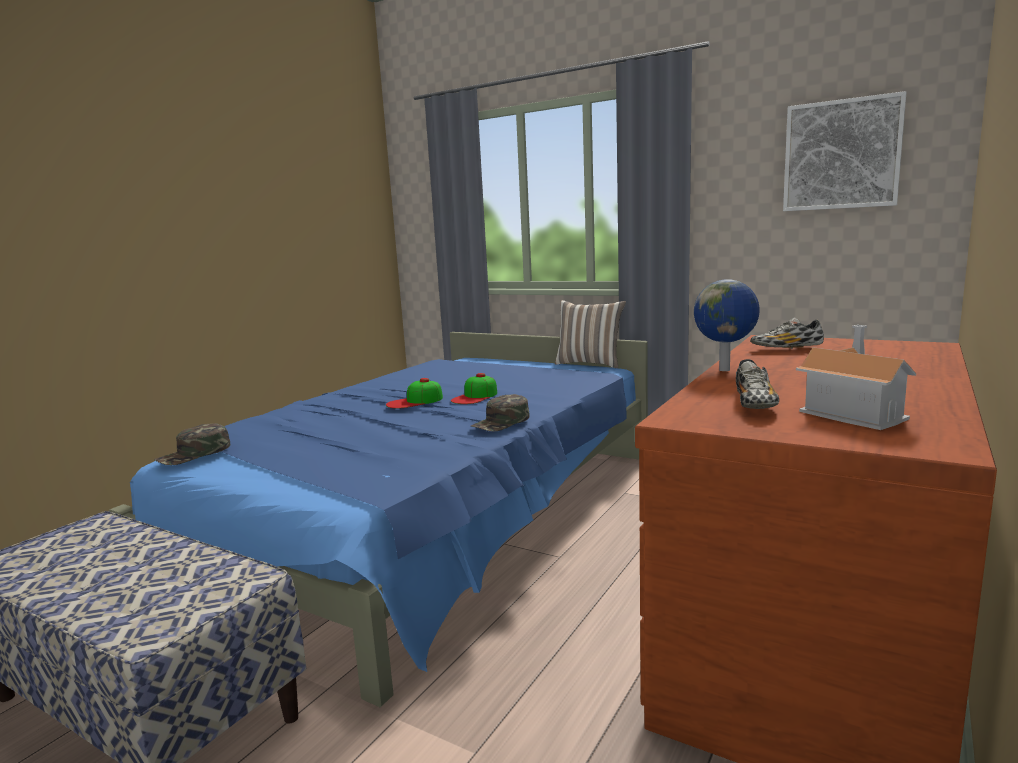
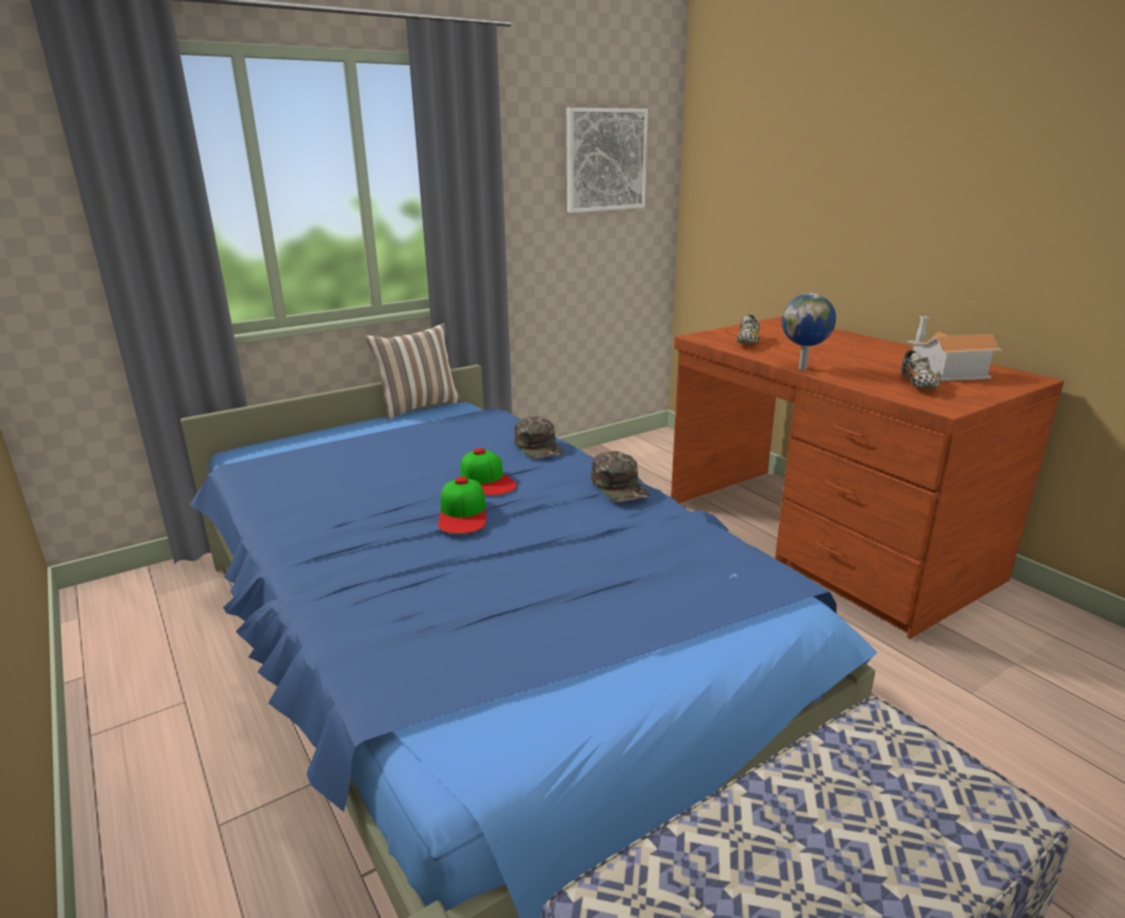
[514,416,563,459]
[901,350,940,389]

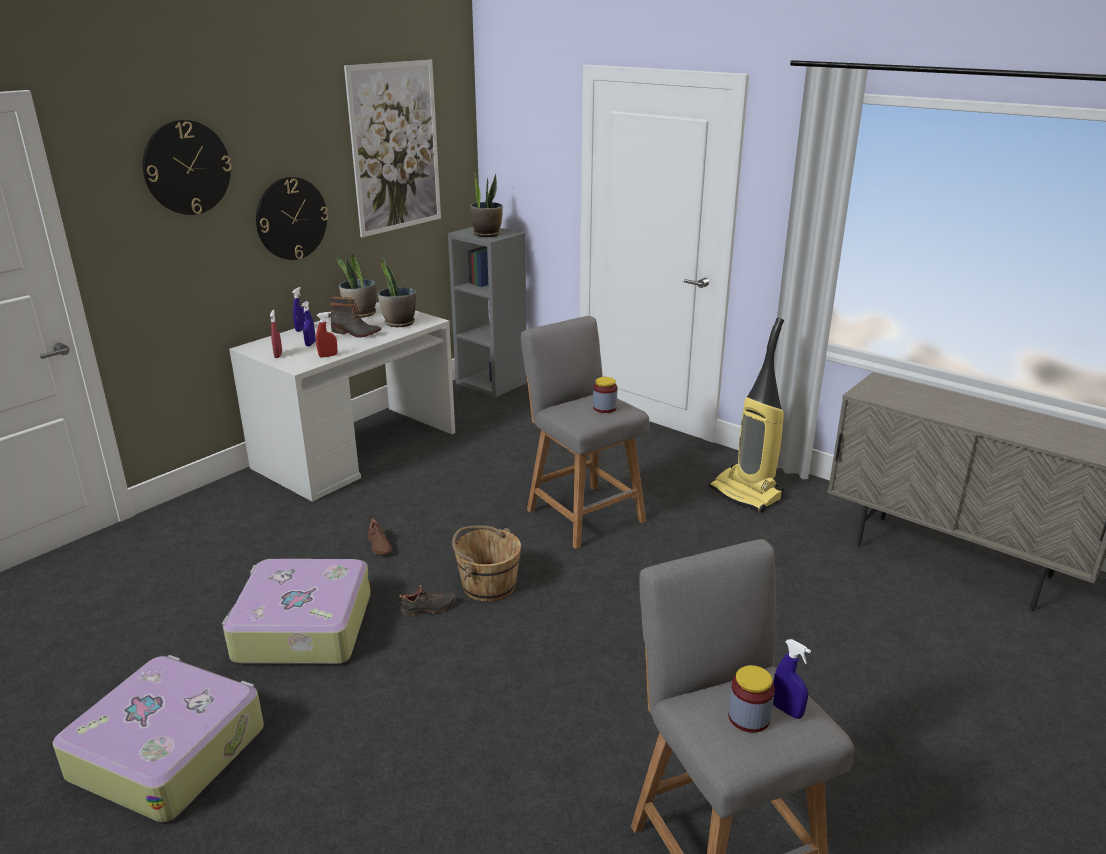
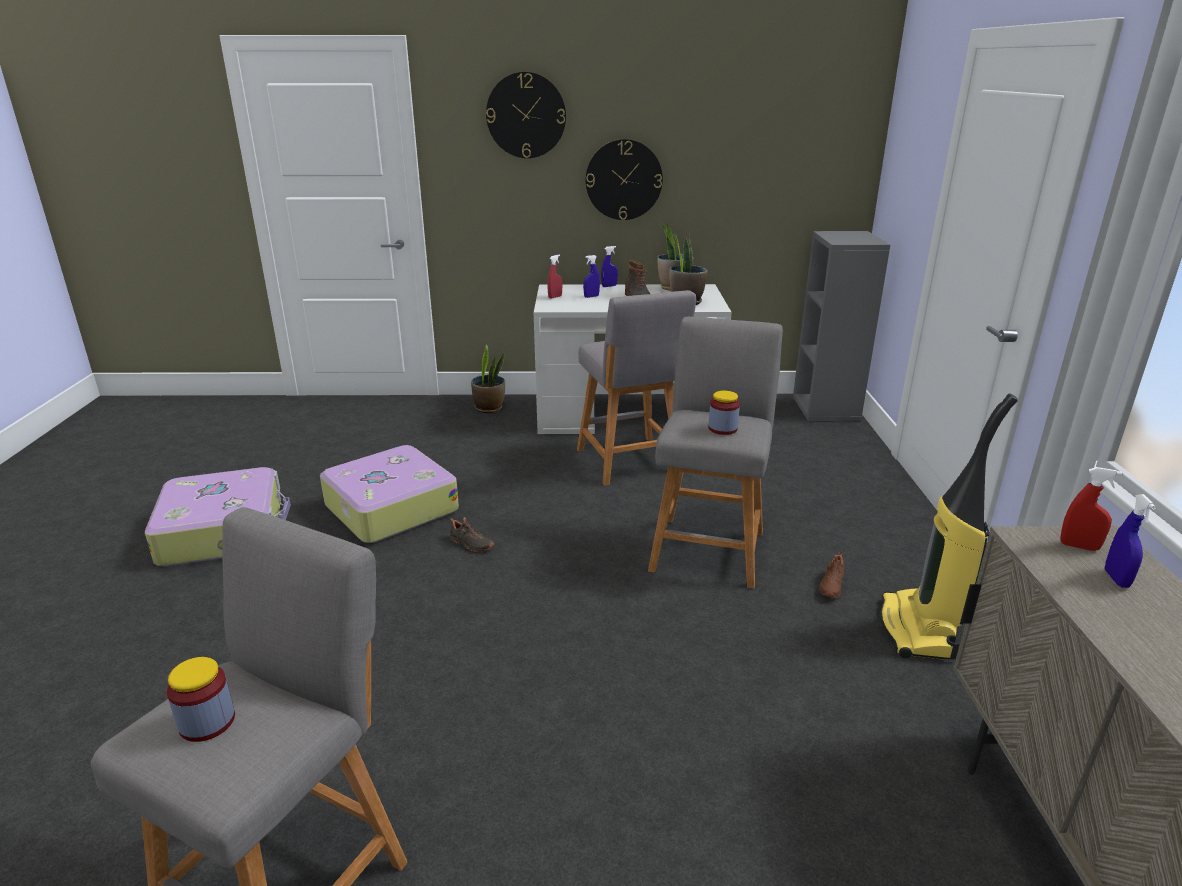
[1060,467,1122,551]
[344,60,441,237] (first image)
[819,552,844,598]
[452,526,521,602] (first image)
[471,344,505,413]
[1105,494,1156,588]
[577,290,696,486]

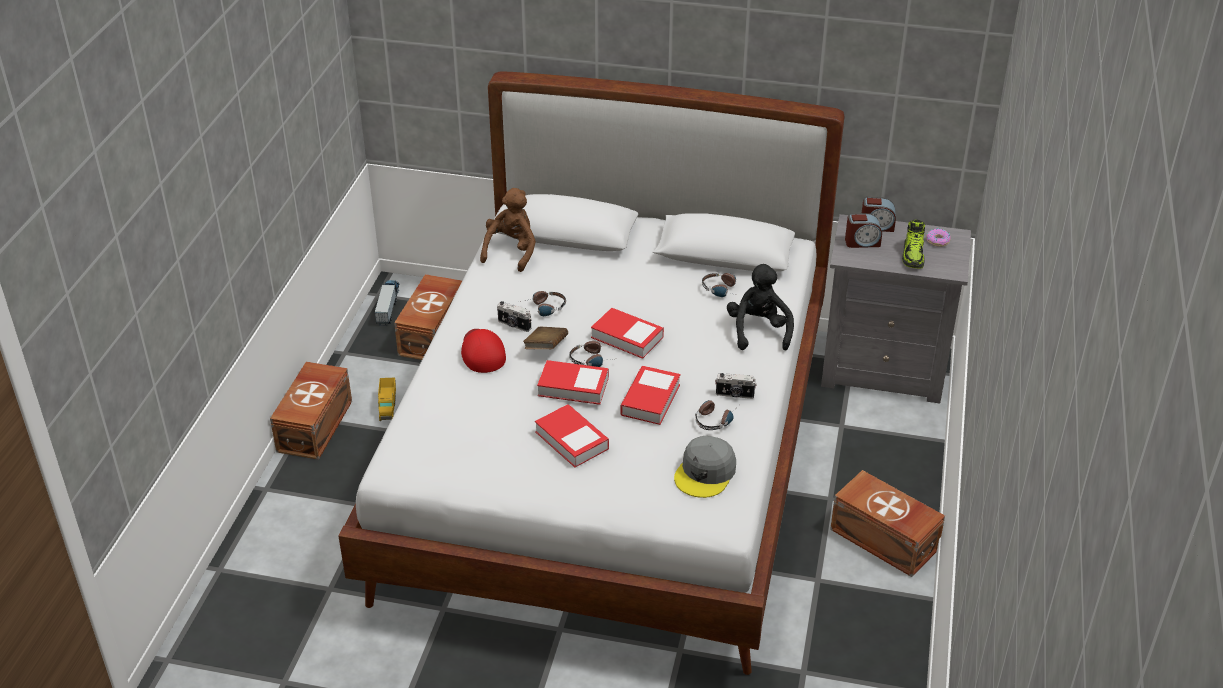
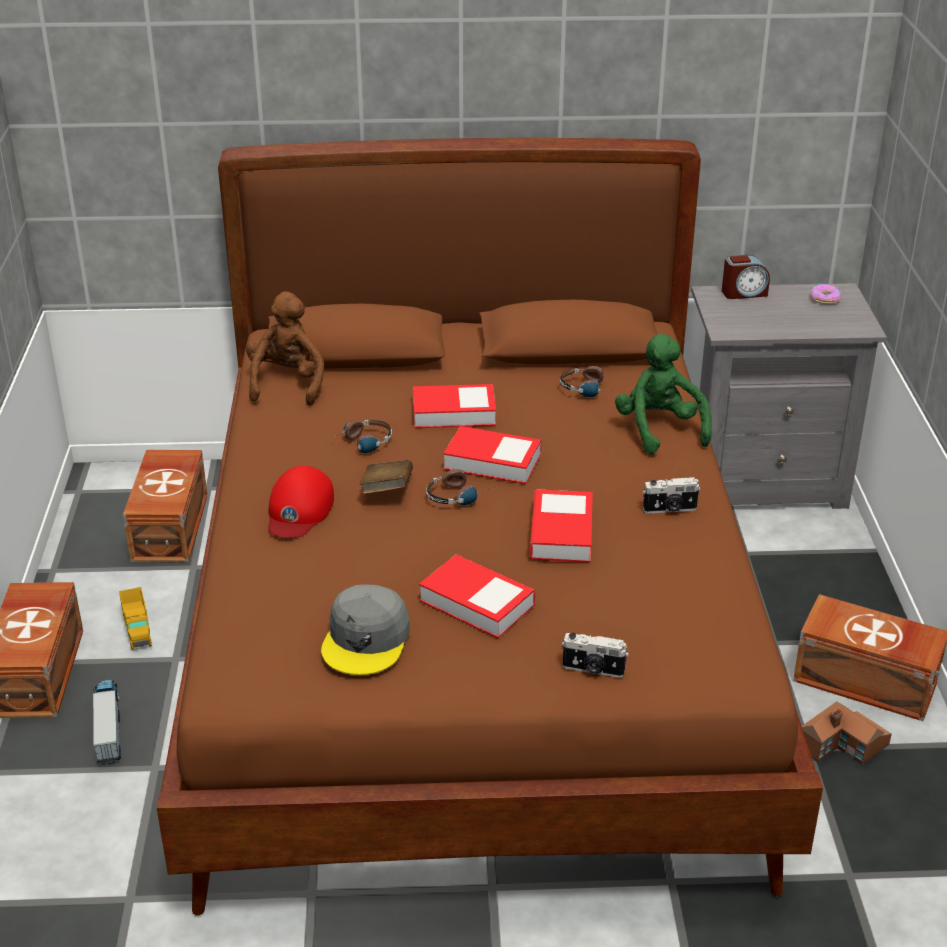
[157,138,823,915]
[93,680,121,765]
[268,466,334,538]
[561,633,629,678]
[413,384,496,428]
[321,584,410,675]
[695,400,734,430] (first image)
[615,334,712,454]
[845,213,882,248] (first image)
[902,219,925,268] (first image)
[802,701,892,765]

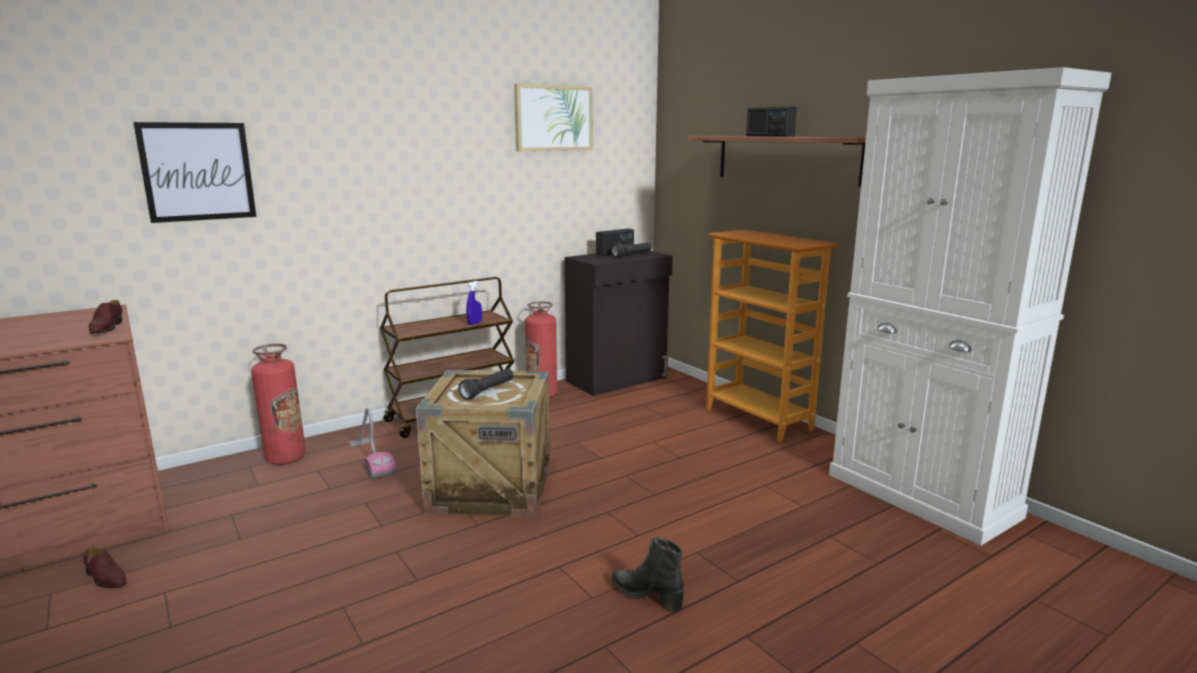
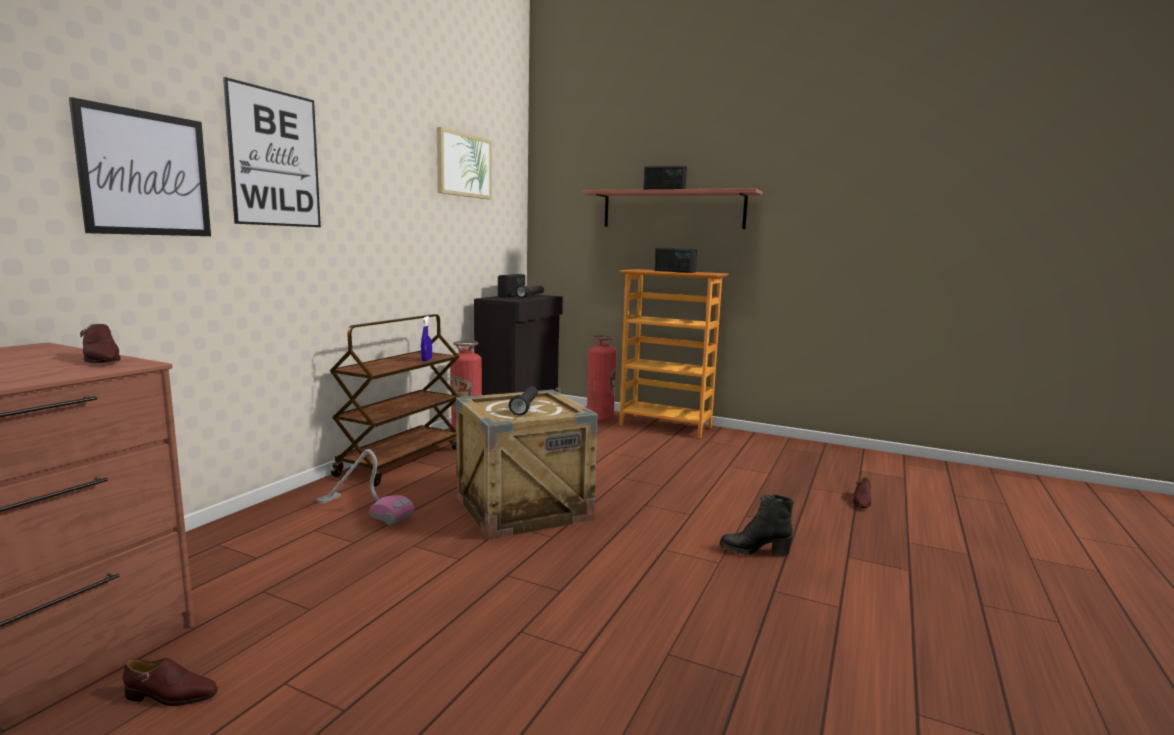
[587,335,616,422]
[829,67,1111,546] (first image)
[223,77,321,227]
[654,248,697,273]
[853,477,871,508]

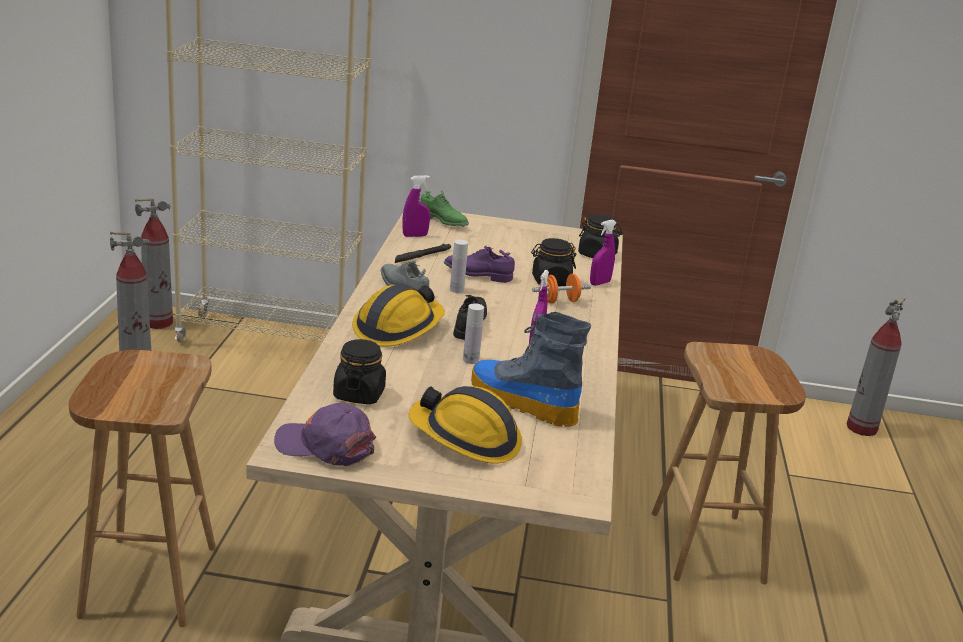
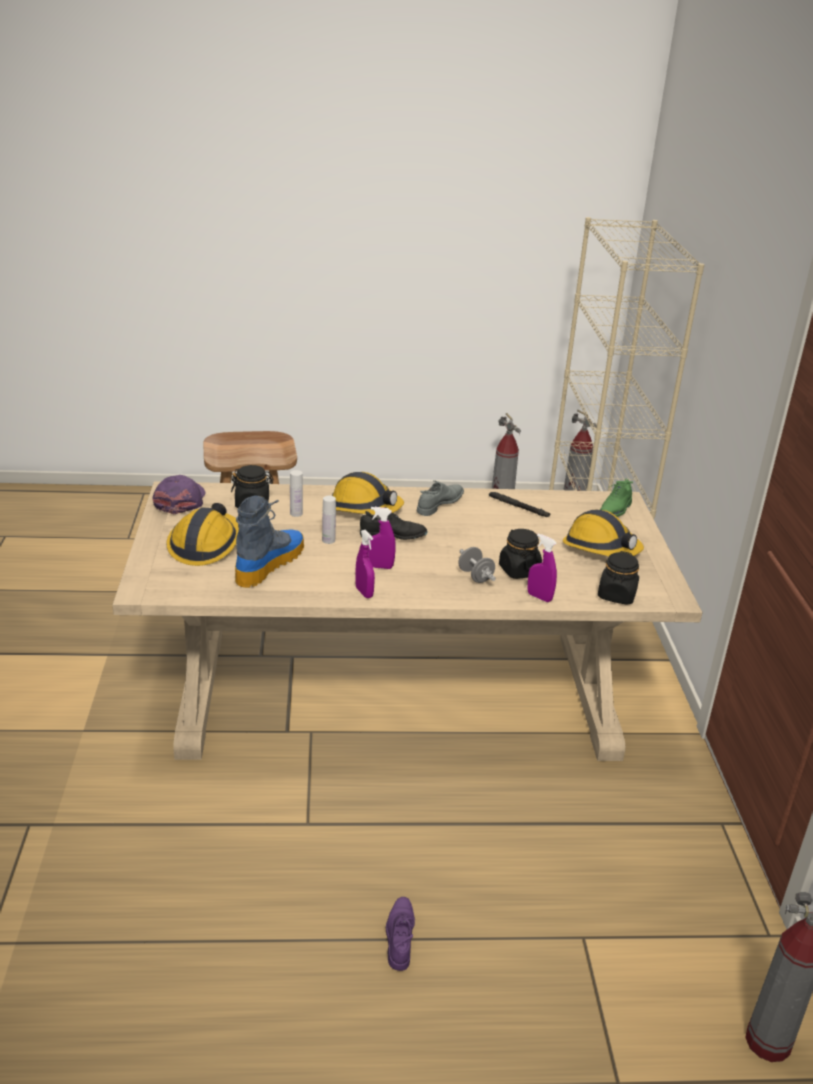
[355,530,375,598]
[386,897,415,971]
[290,470,303,517]
[458,547,496,583]
[651,342,806,584] (first image)
[563,509,644,556]

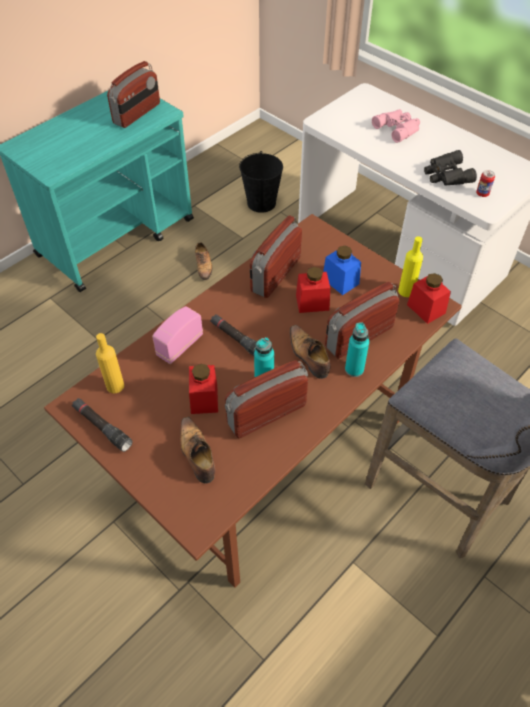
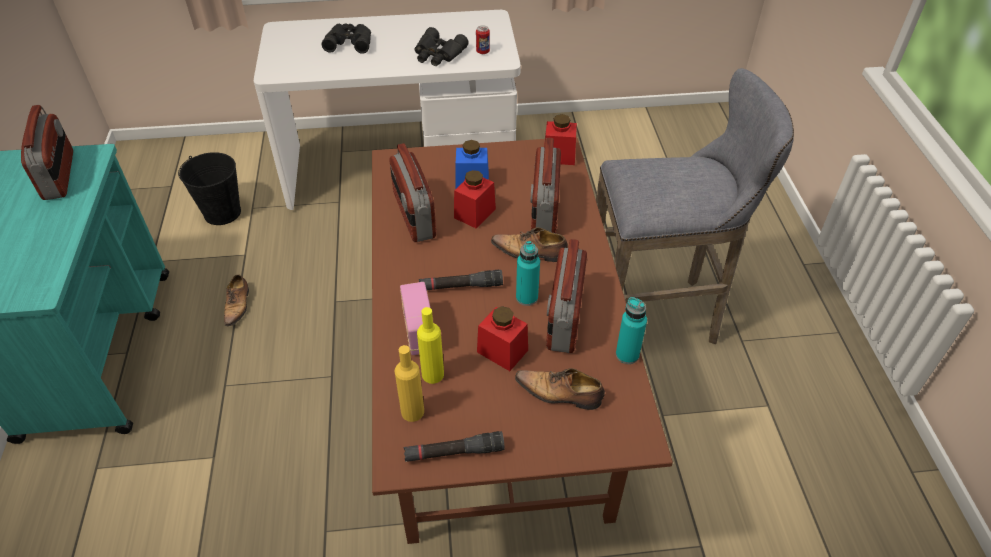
[224,275,249,326]
[616,297,647,364]
[321,24,371,54]
[417,307,444,384]

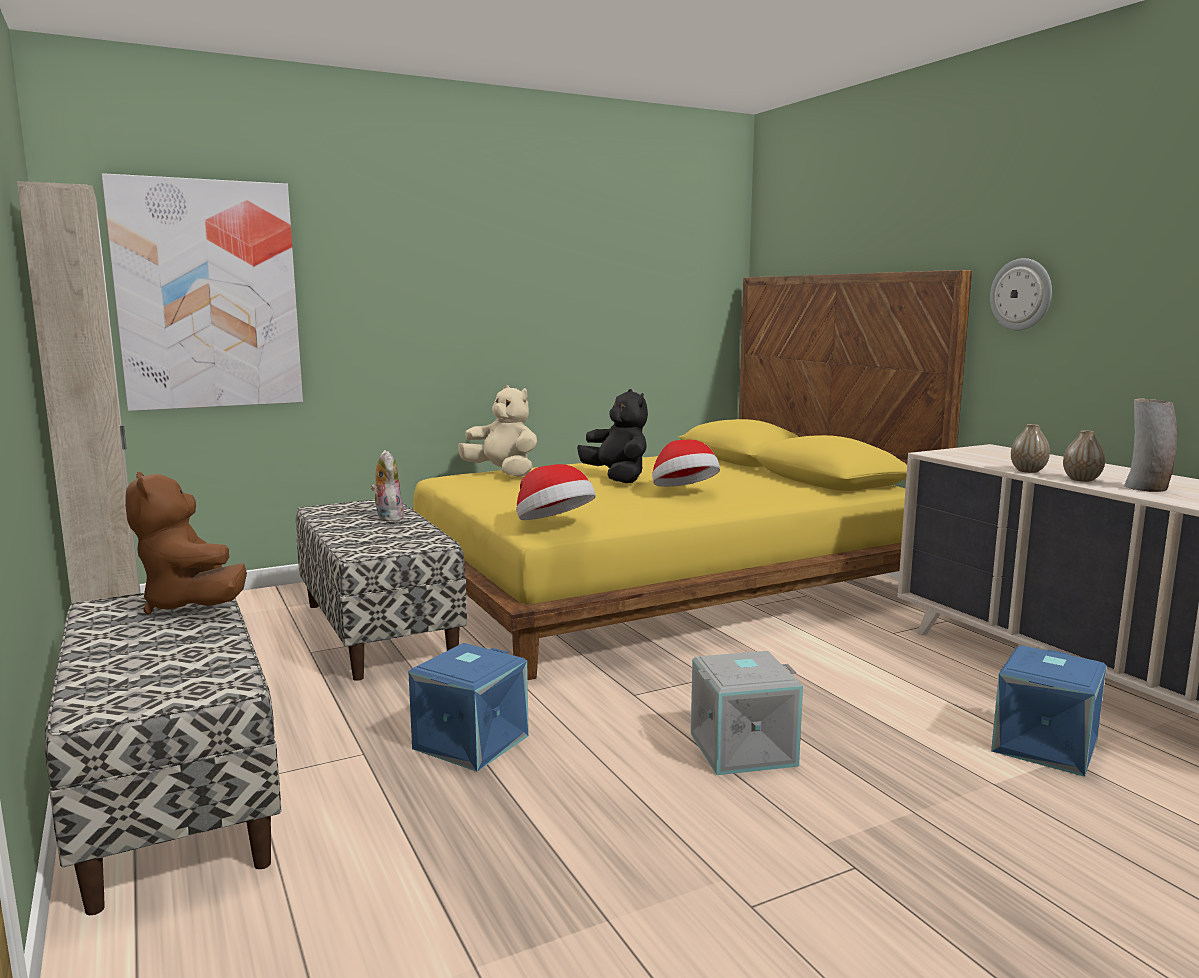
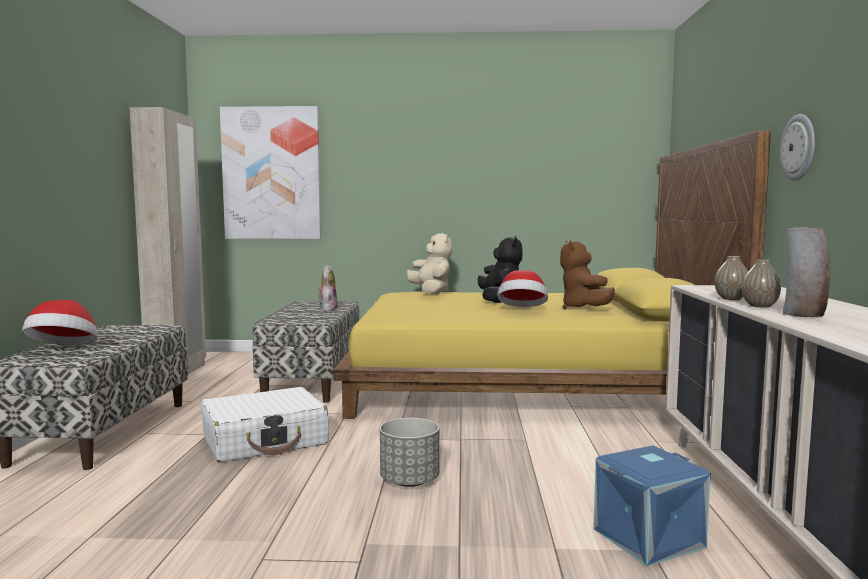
[560,240,615,309]
[201,387,329,462]
[22,300,98,345]
[380,418,439,487]

